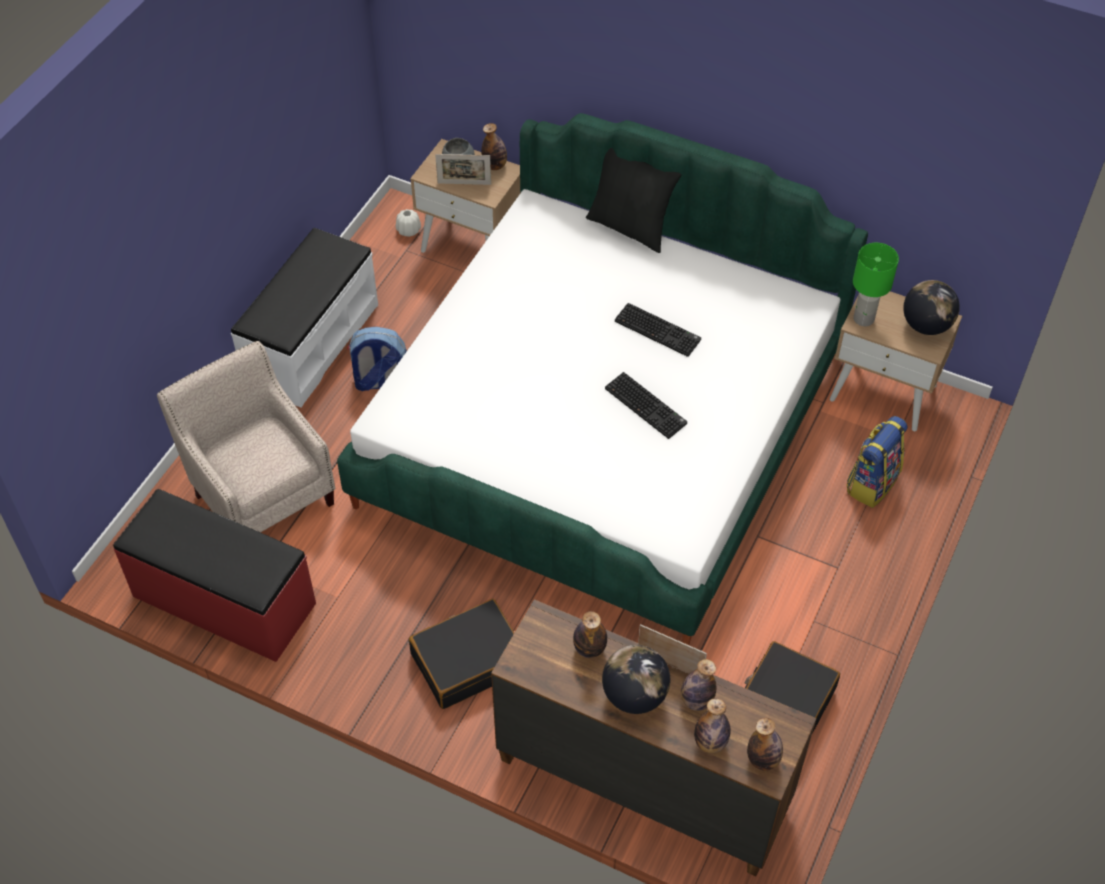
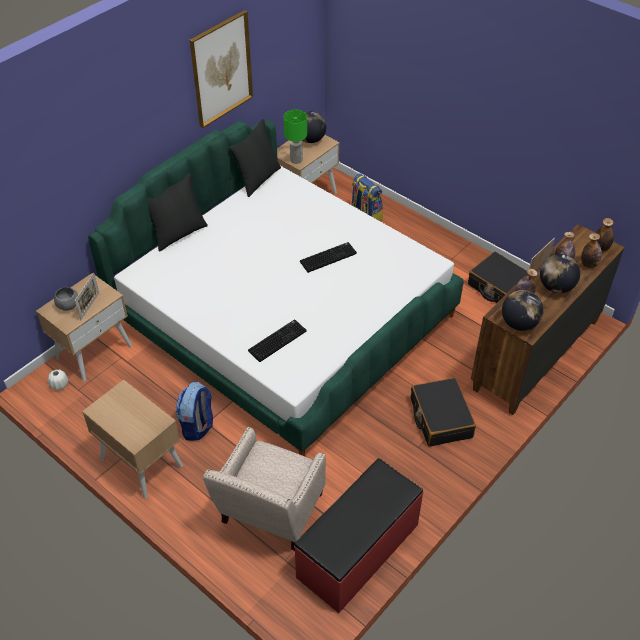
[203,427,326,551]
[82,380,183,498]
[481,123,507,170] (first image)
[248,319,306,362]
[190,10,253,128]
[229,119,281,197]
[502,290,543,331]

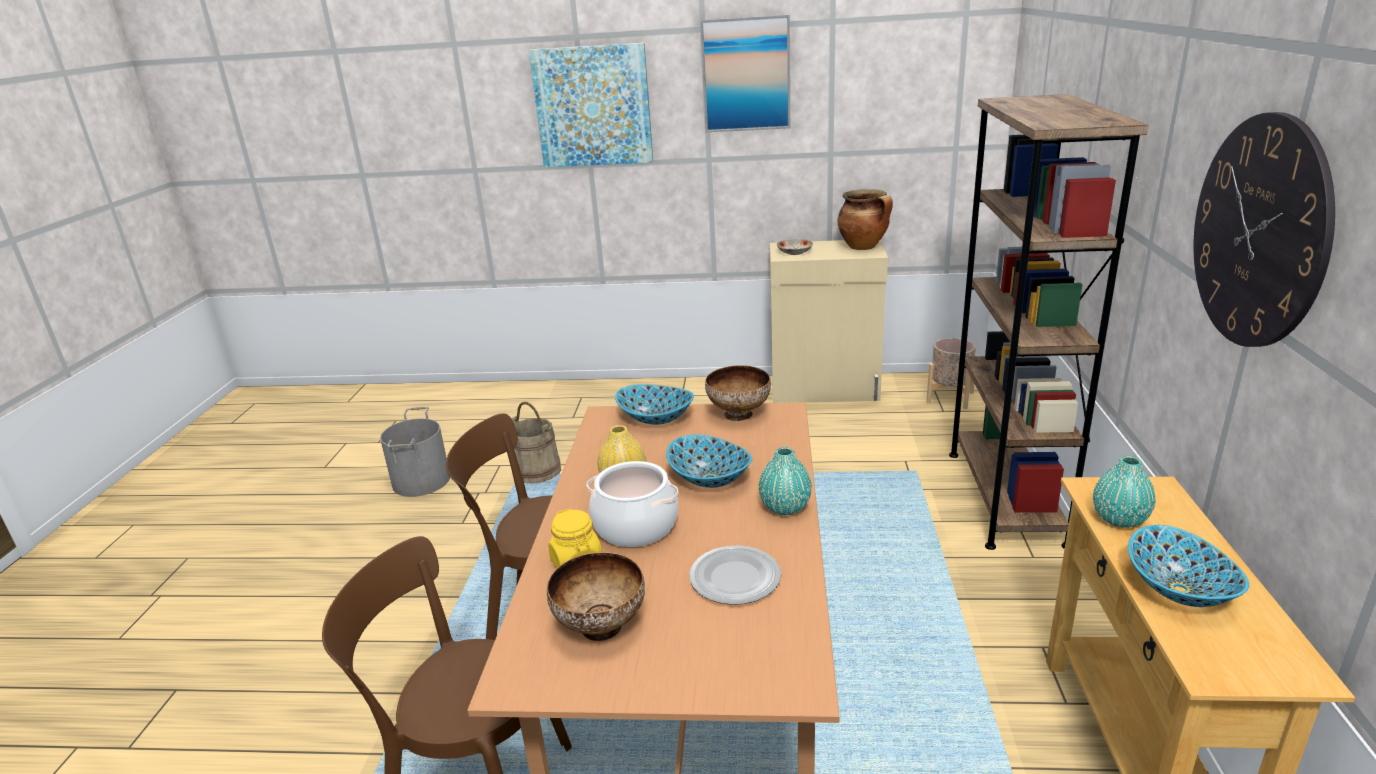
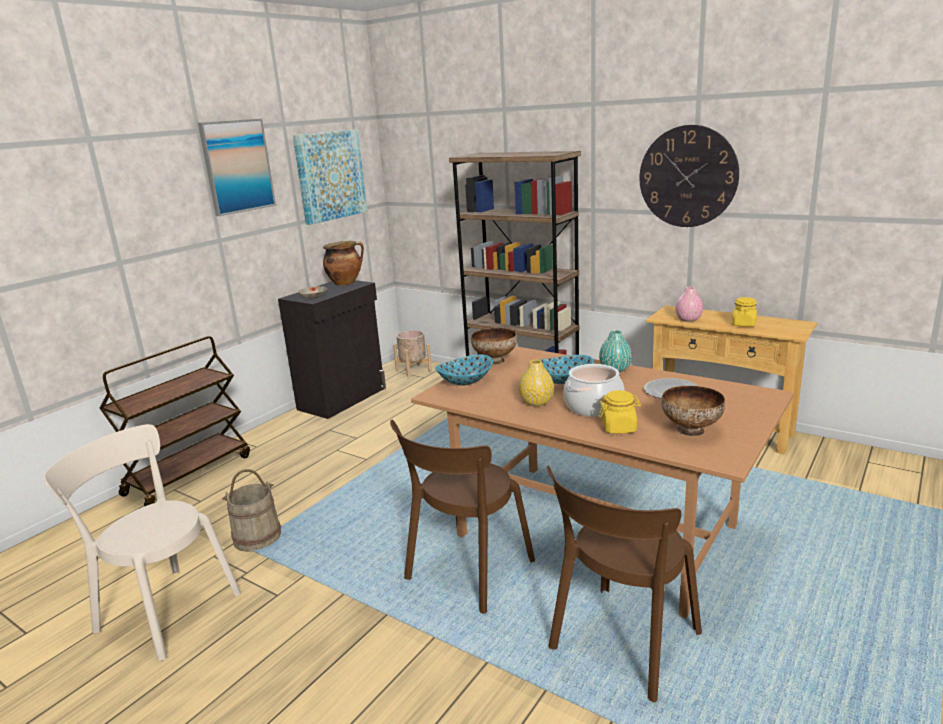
[44,424,241,661]
[293,129,367,225]
[278,280,386,419]
[675,287,703,322]
[732,297,757,327]
[100,336,250,506]

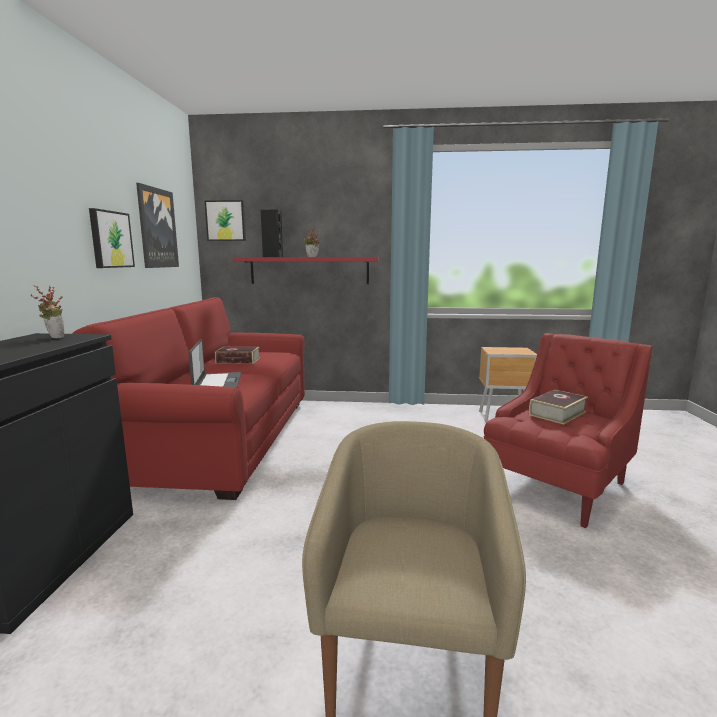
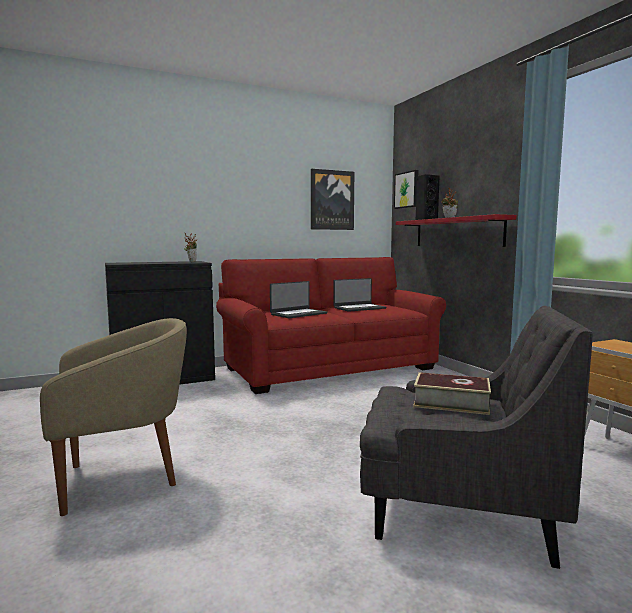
[89,208,135,268] (first image)
[333,278,386,312]
[360,306,593,569]

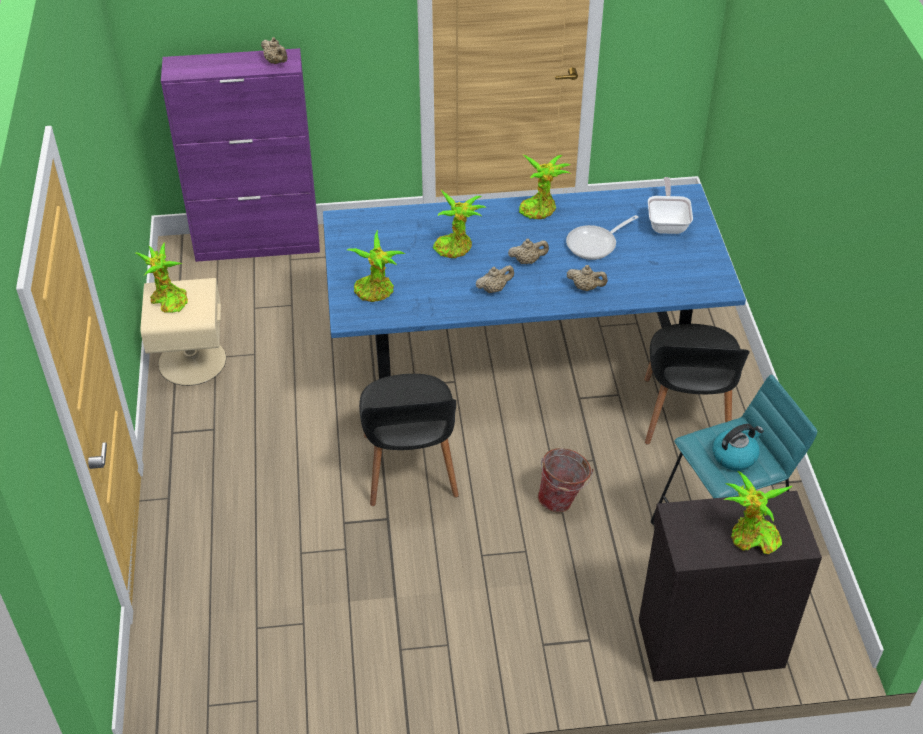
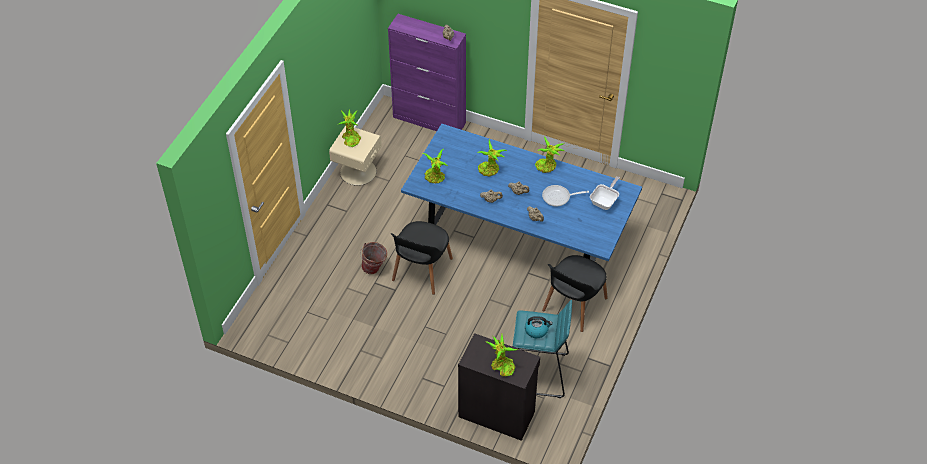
[360,242,387,274]

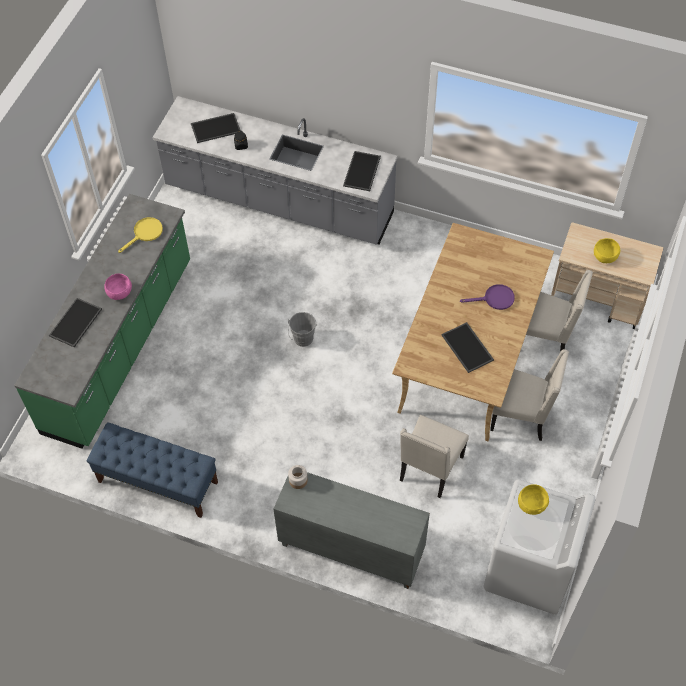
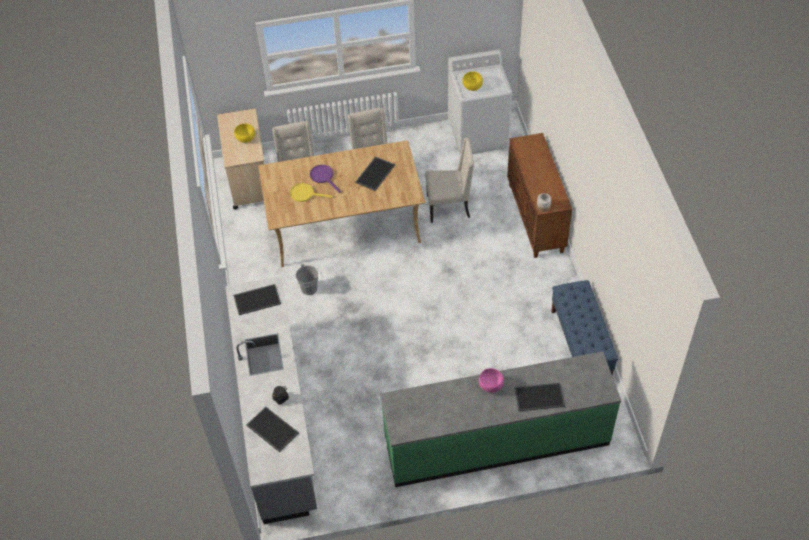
[290,183,333,202]
[507,133,572,258]
[296,264,323,295]

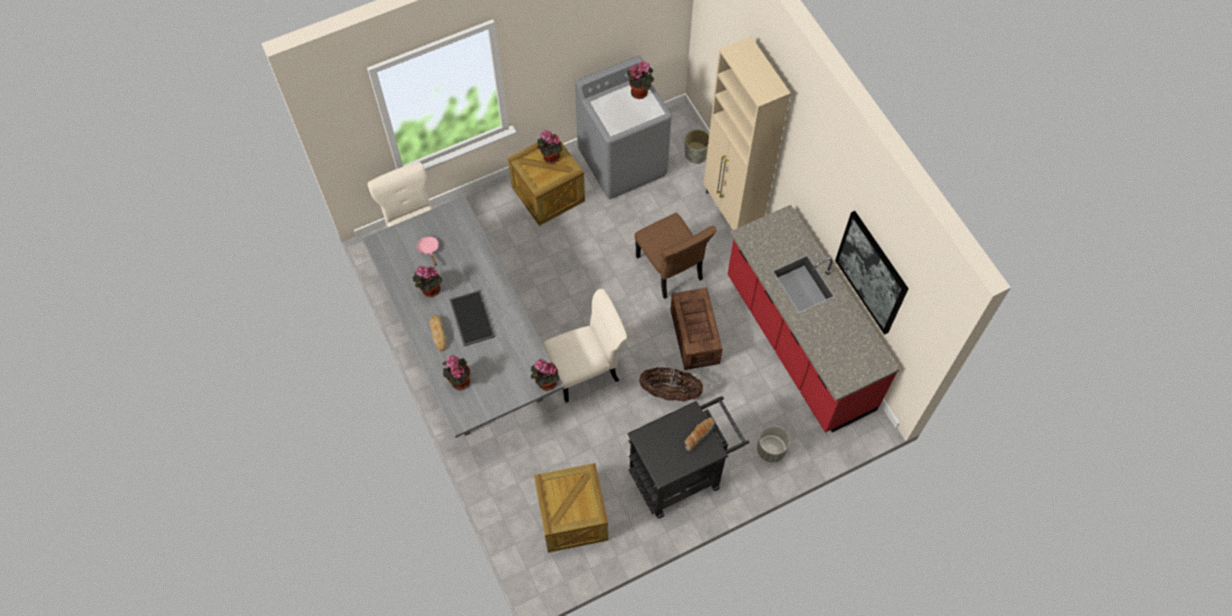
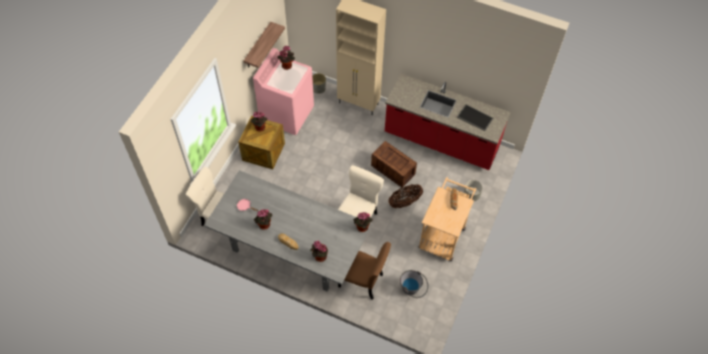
[457,105,493,131]
[400,270,428,298]
[253,48,314,135]
[418,177,476,261]
[338,242,391,300]
[835,211,909,335] (first image)
[244,22,285,68]

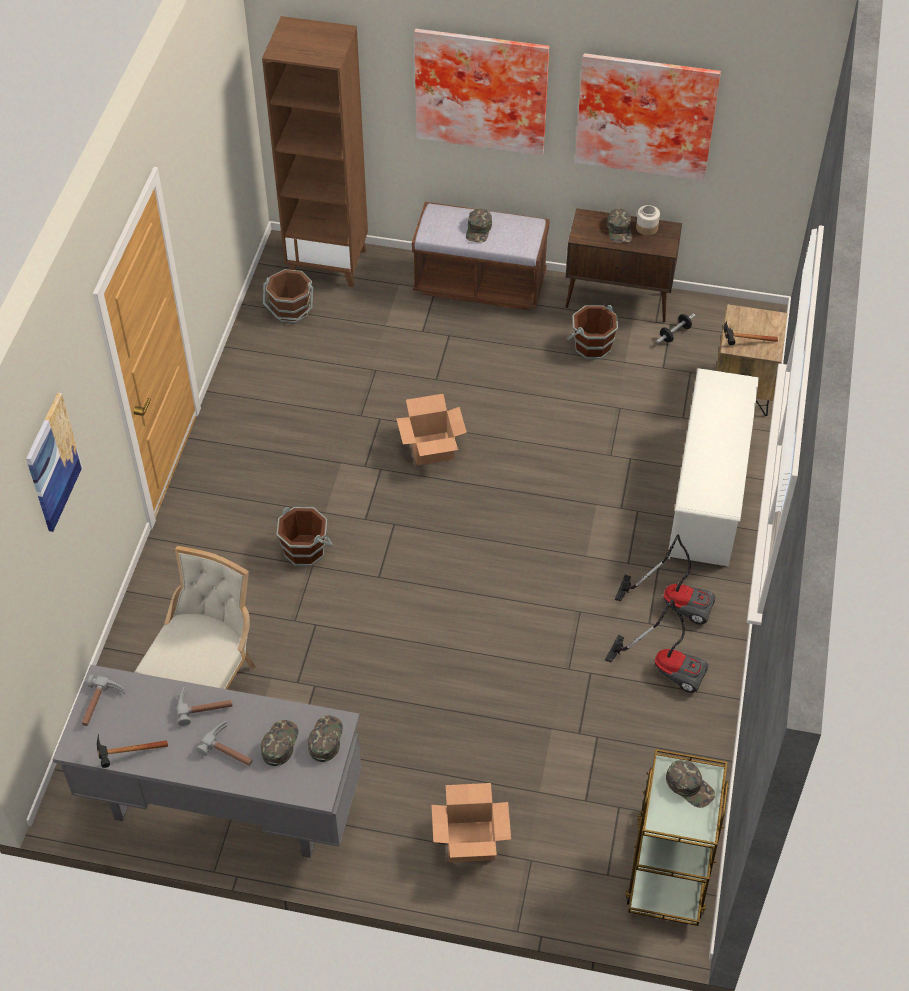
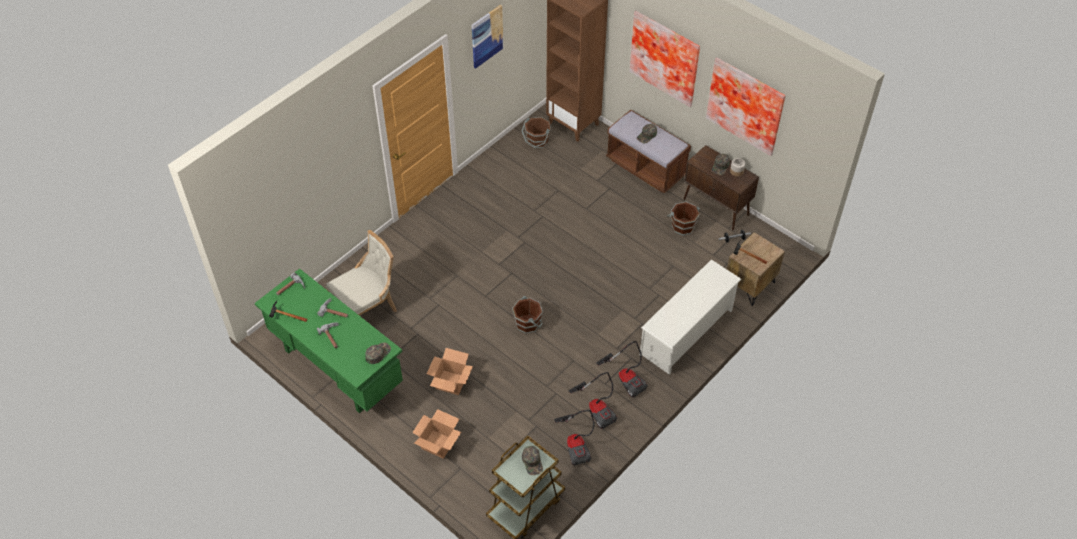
[472,5,503,69]
[255,269,403,413]
[261,720,299,766] (first image)
[512,296,543,334]
[427,348,473,395]
[554,410,595,466]

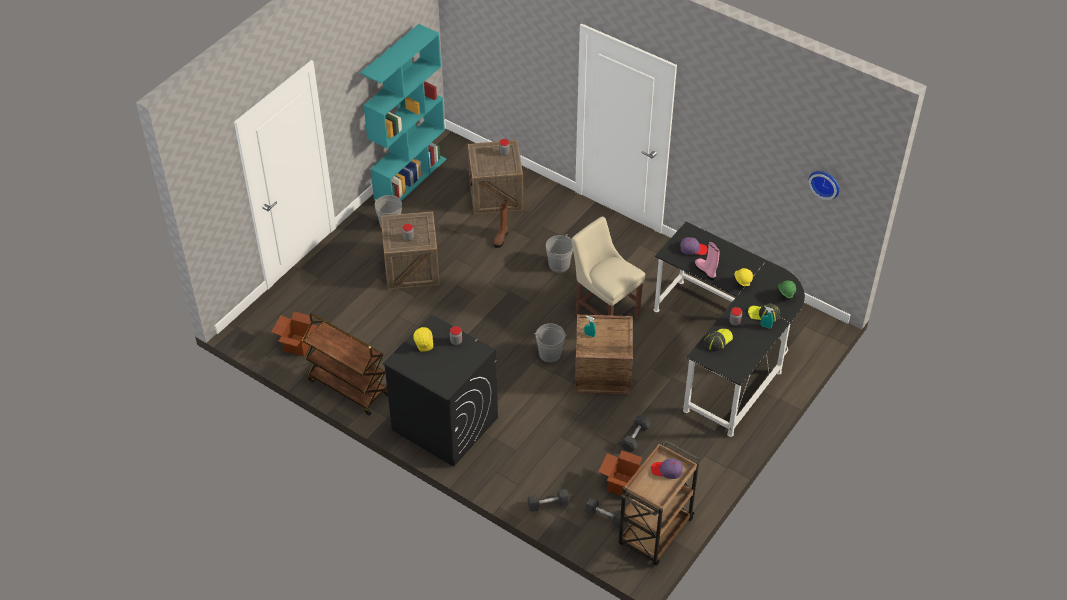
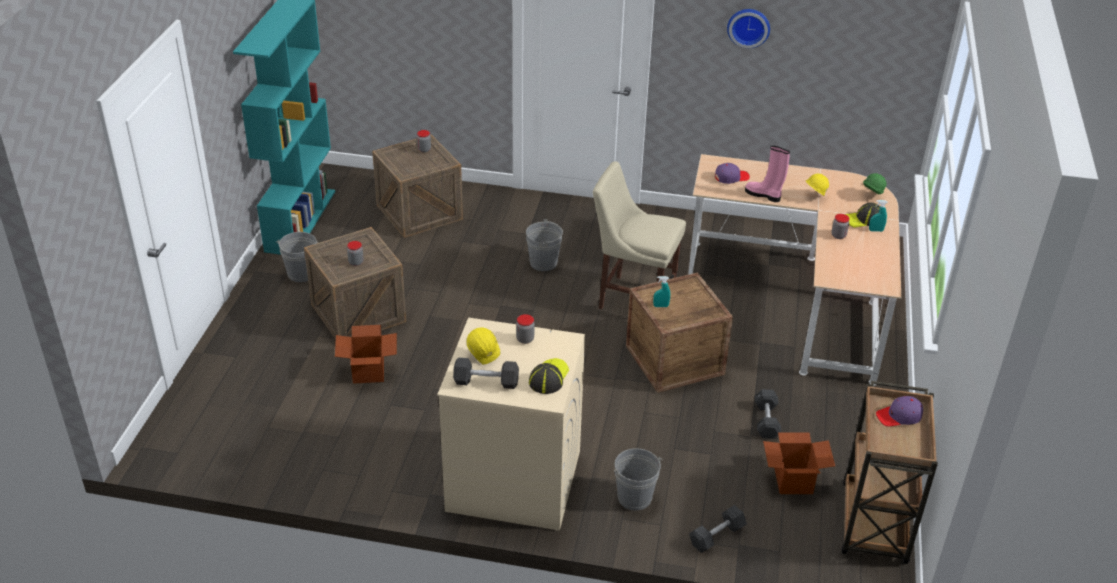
[335,325,397,384]
[302,313,388,416] (first image)
[437,317,585,531]
[494,200,508,248] (first image)
[614,448,663,510]
[453,358,519,389]
[688,154,901,386]
[529,358,569,394]
[727,9,770,48]

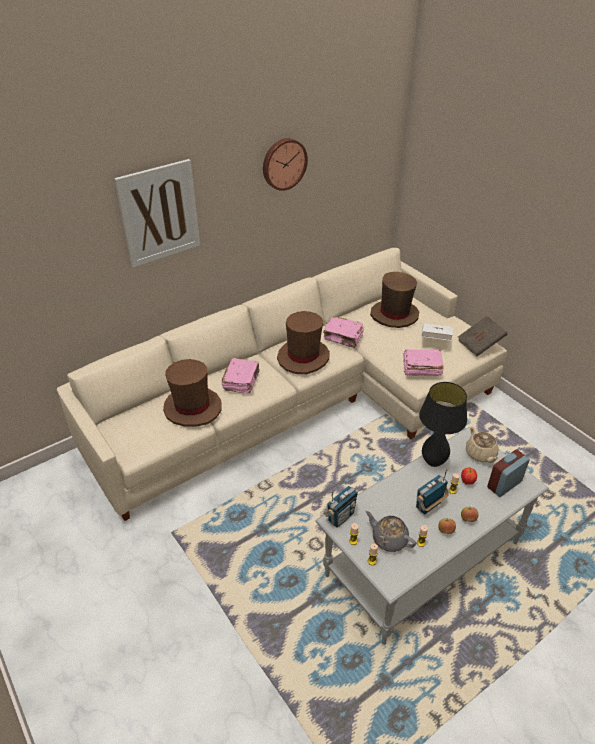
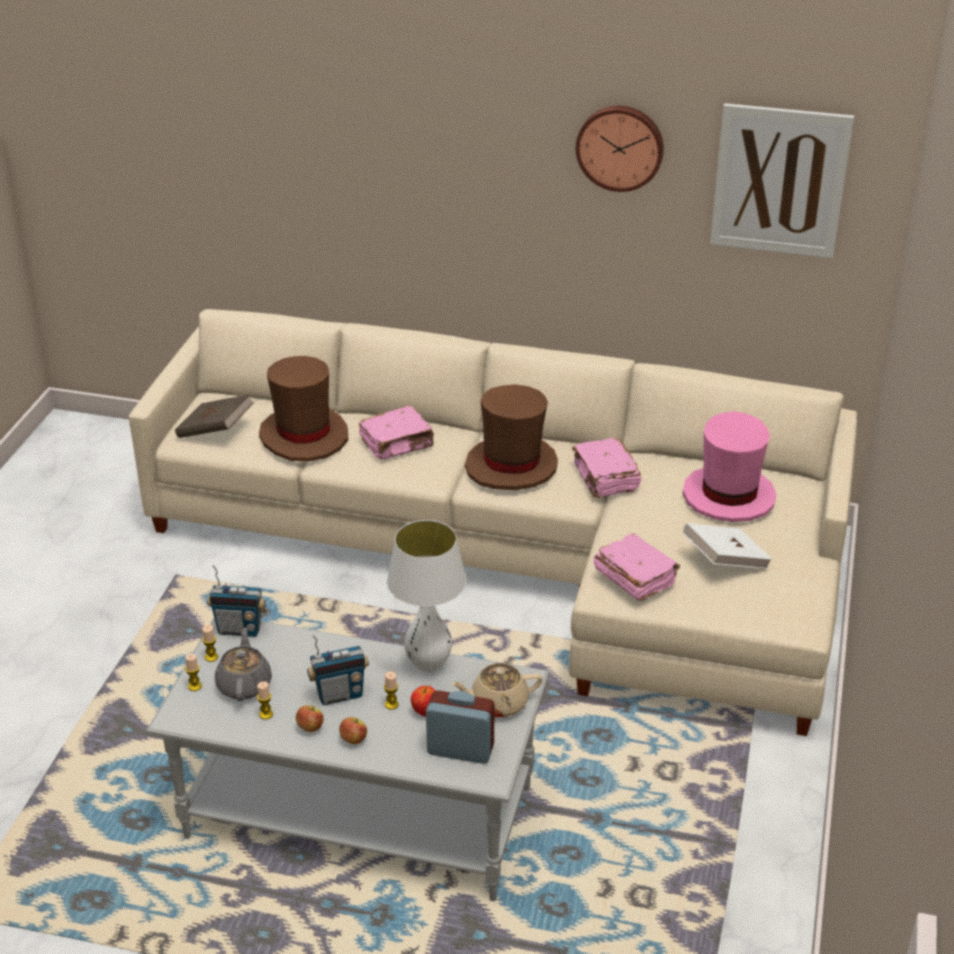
[710,103,854,259]
[683,411,776,522]
[307,634,369,705]
[387,520,467,672]
[175,394,254,438]
[452,663,543,717]

